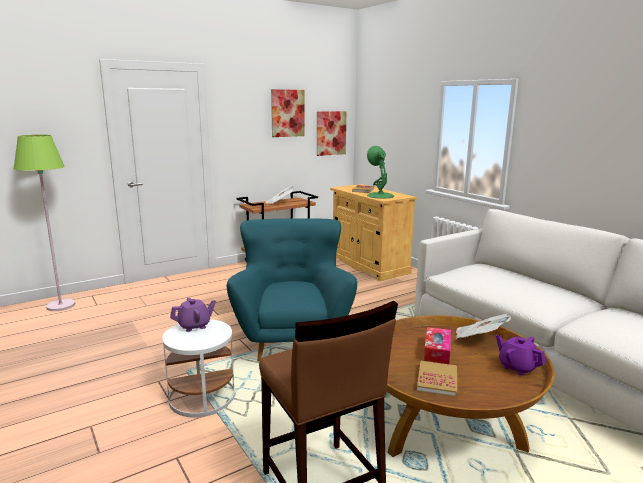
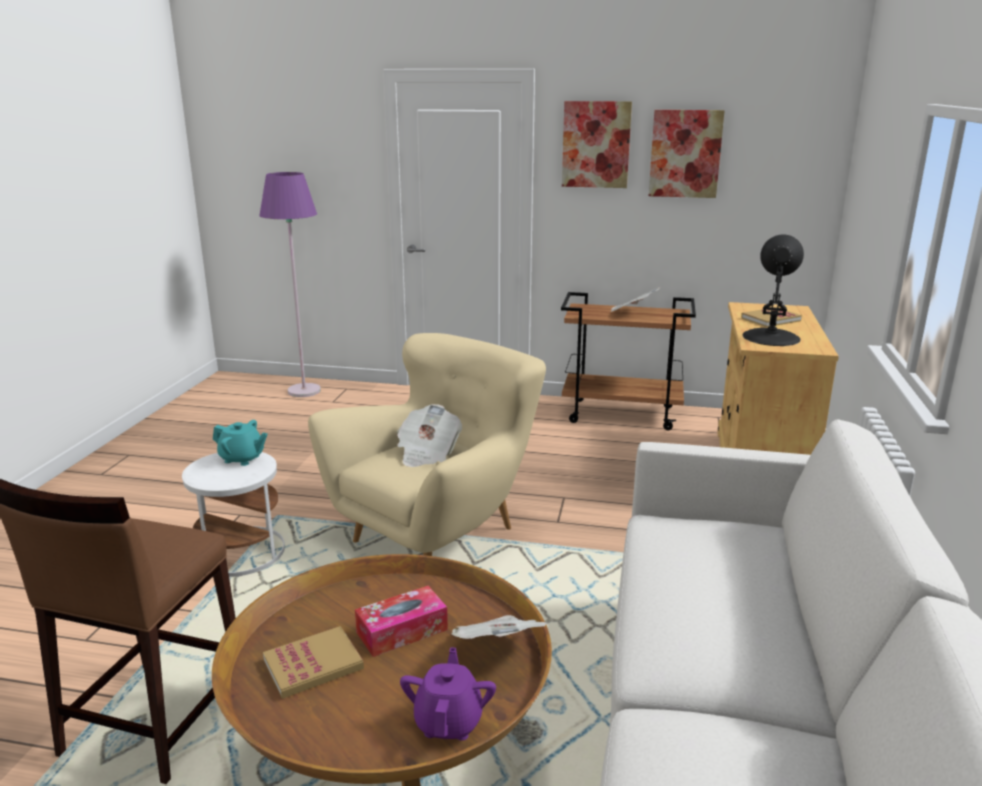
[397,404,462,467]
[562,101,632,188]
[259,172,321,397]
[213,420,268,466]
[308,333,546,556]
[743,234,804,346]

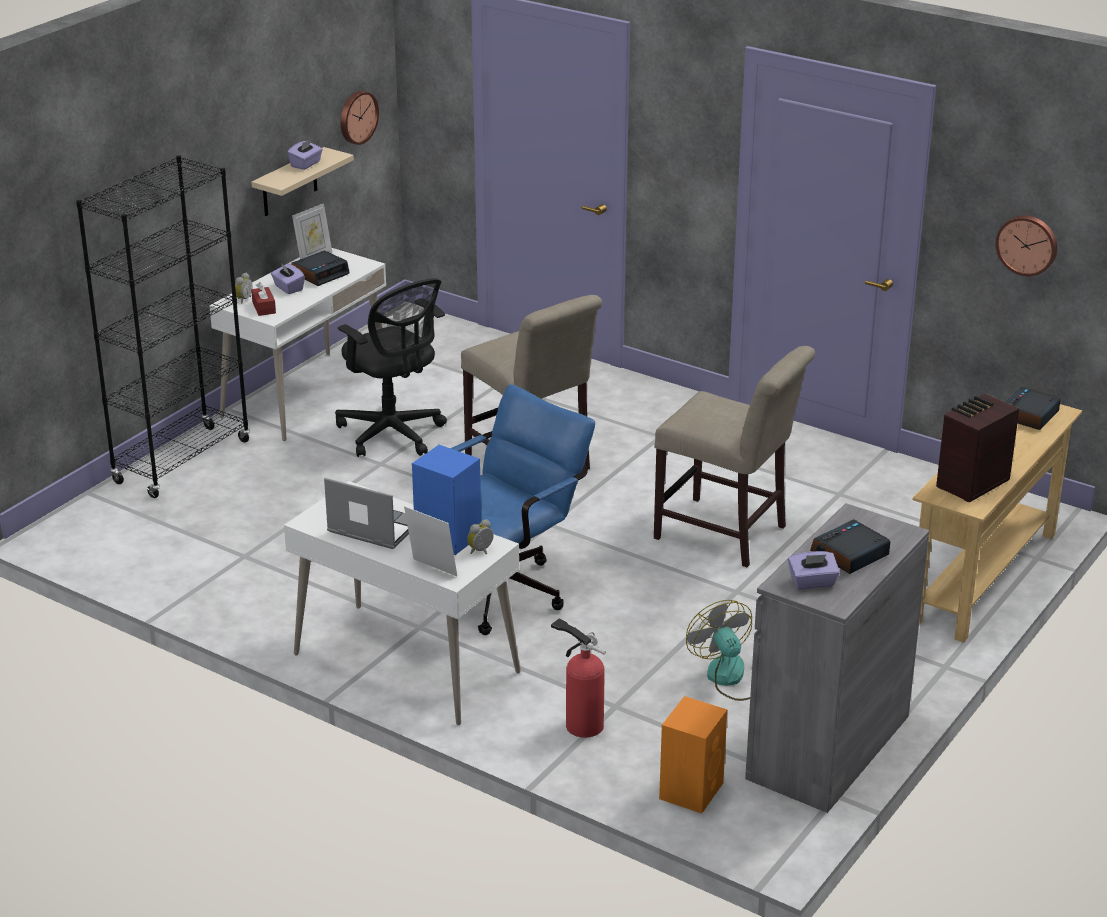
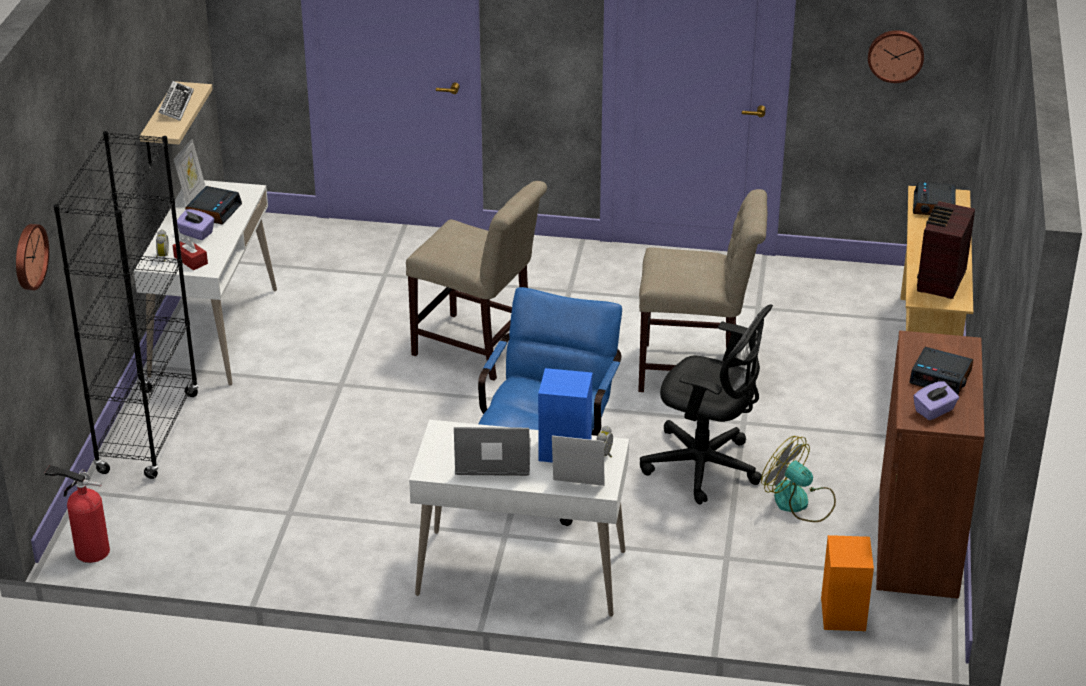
[640,304,773,505]
[16,224,49,290]
[45,465,110,563]
[158,81,194,121]
[876,330,985,599]
[909,347,973,395]

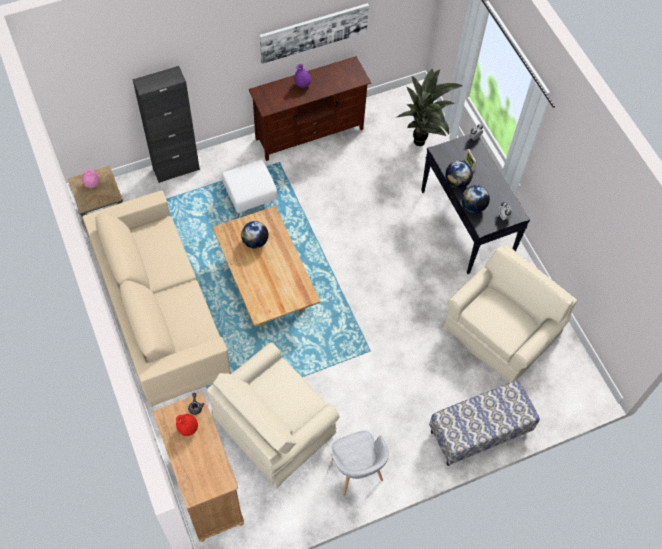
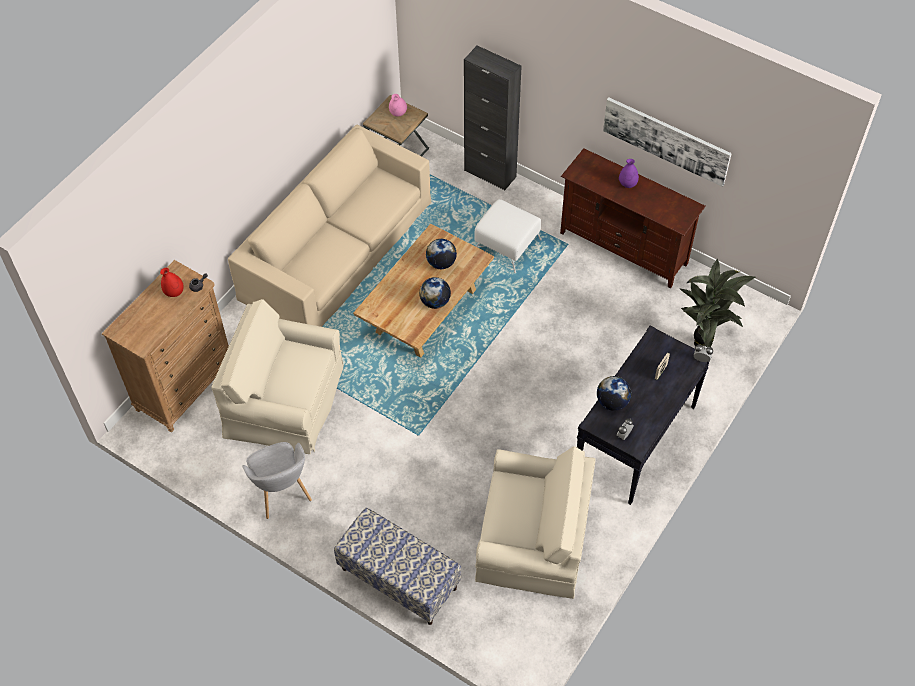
[419,277,451,309]
[242,442,312,519]

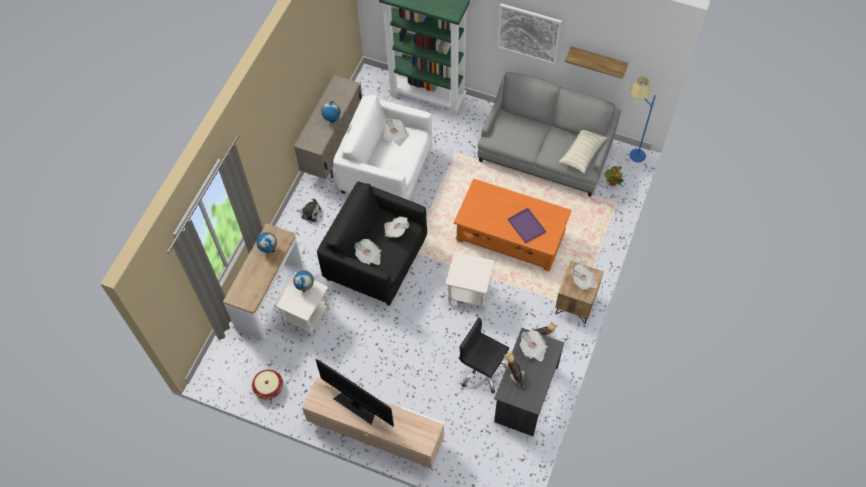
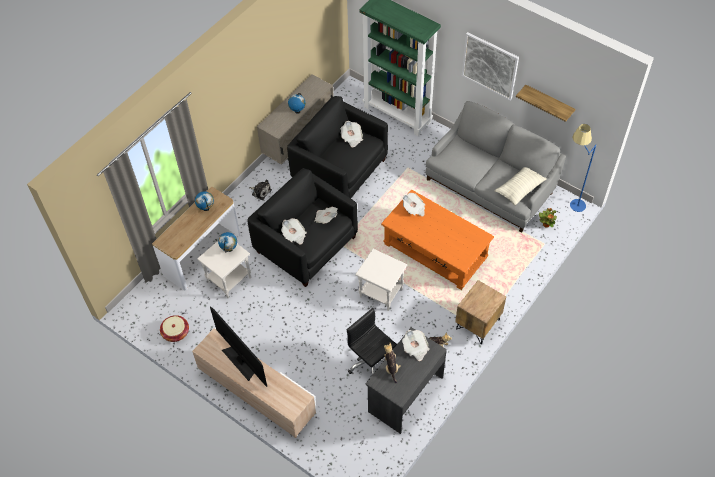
[508,208,546,243] (first image)
[402,193,425,216]
[287,96,388,198]

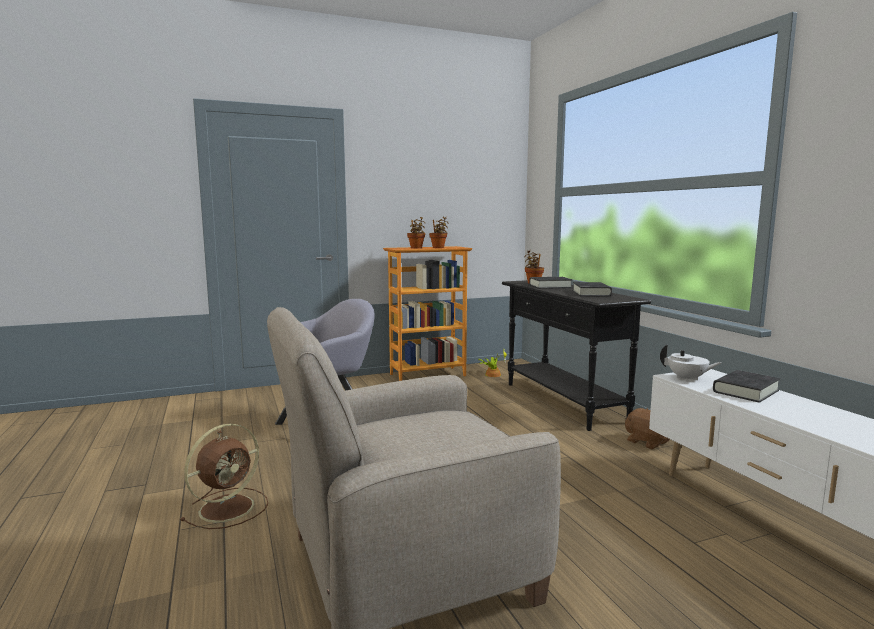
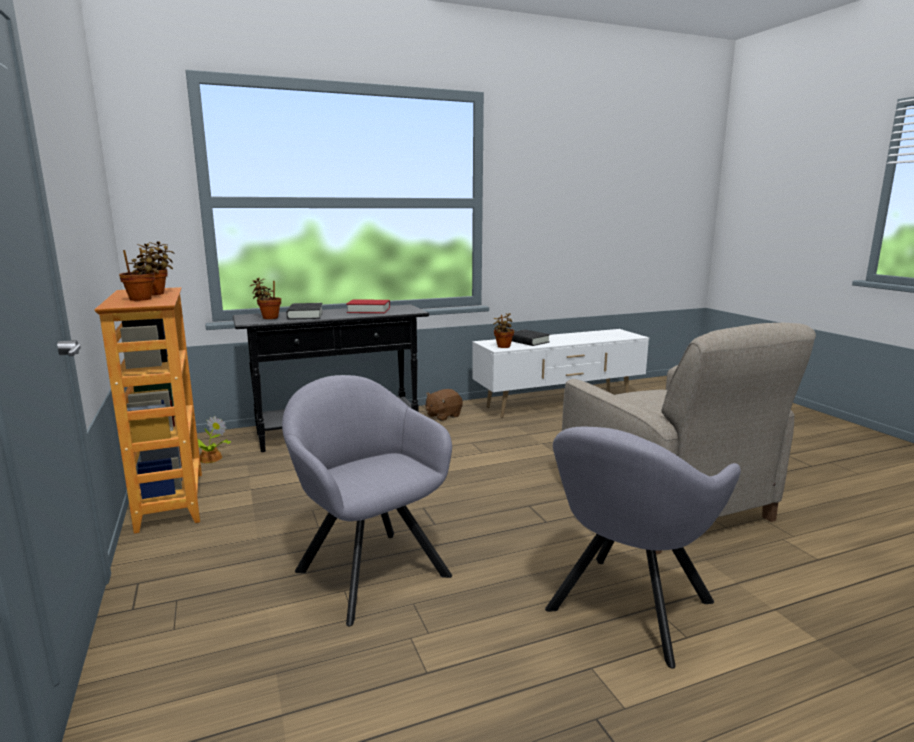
[545,427,741,669]
[493,313,514,348]
[346,299,390,313]

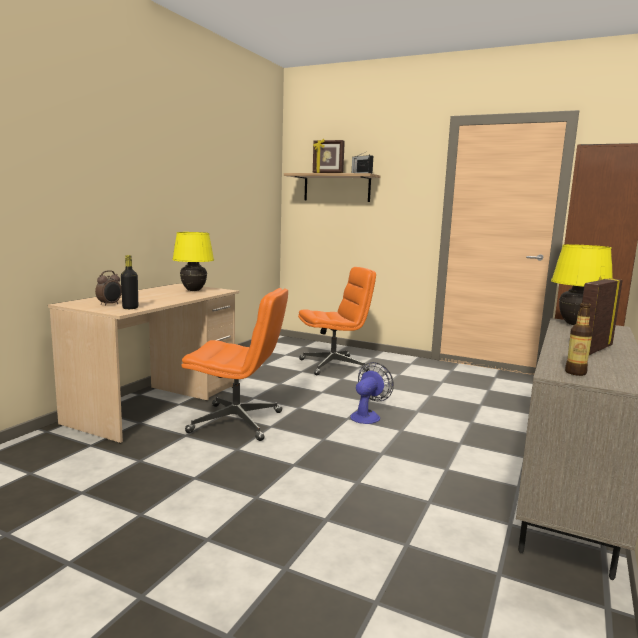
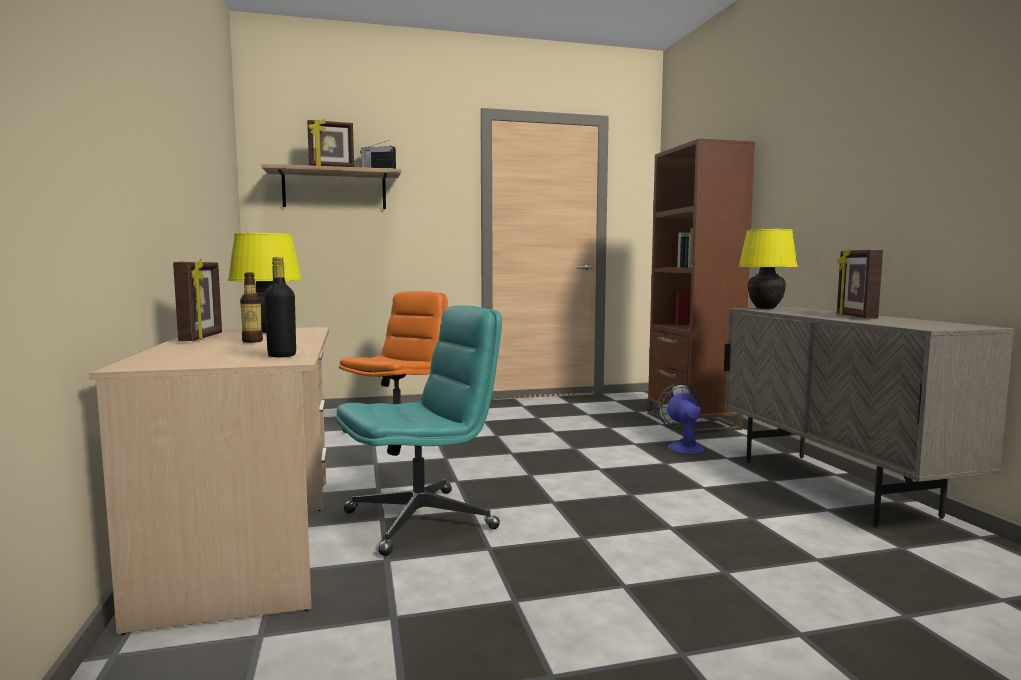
[95,270,122,306] (first image)
[173,259,222,341]
[657,383,704,454]
[240,272,263,343]
[336,305,502,556]

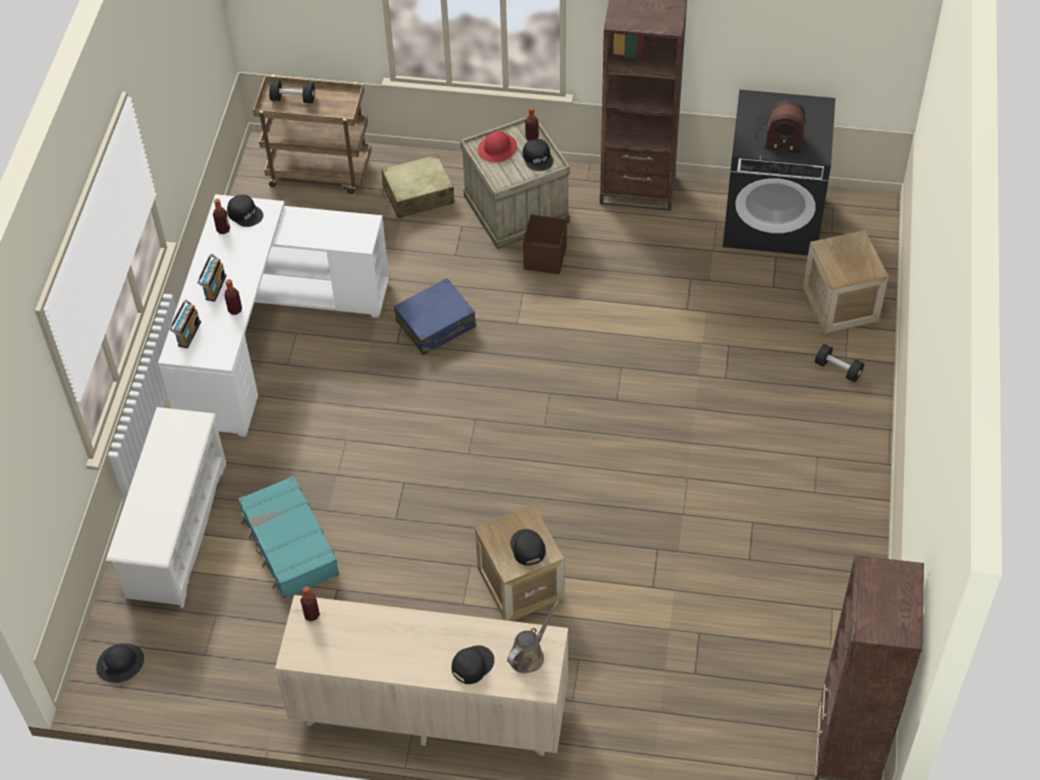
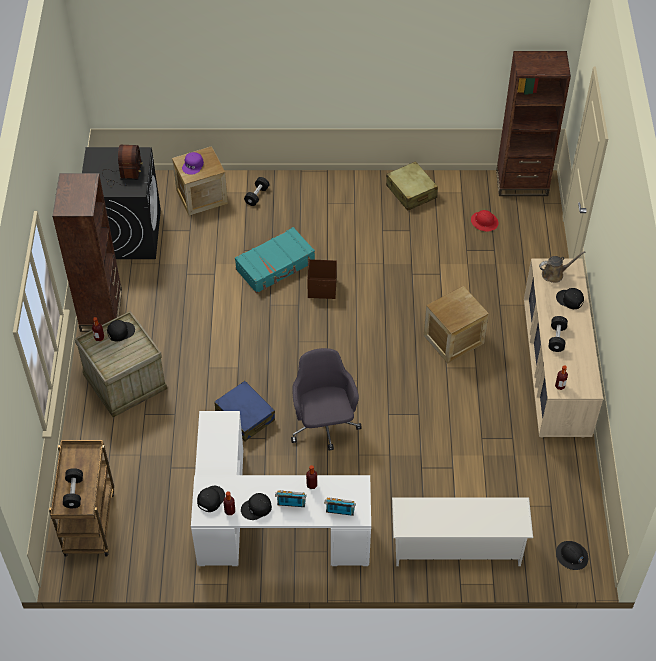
[182,152,204,175]
[291,348,362,451]
[549,316,568,352]
[235,227,315,293]
[386,161,438,211]
[471,210,499,231]
[241,493,272,520]
[307,259,337,299]
[539,251,586,283]

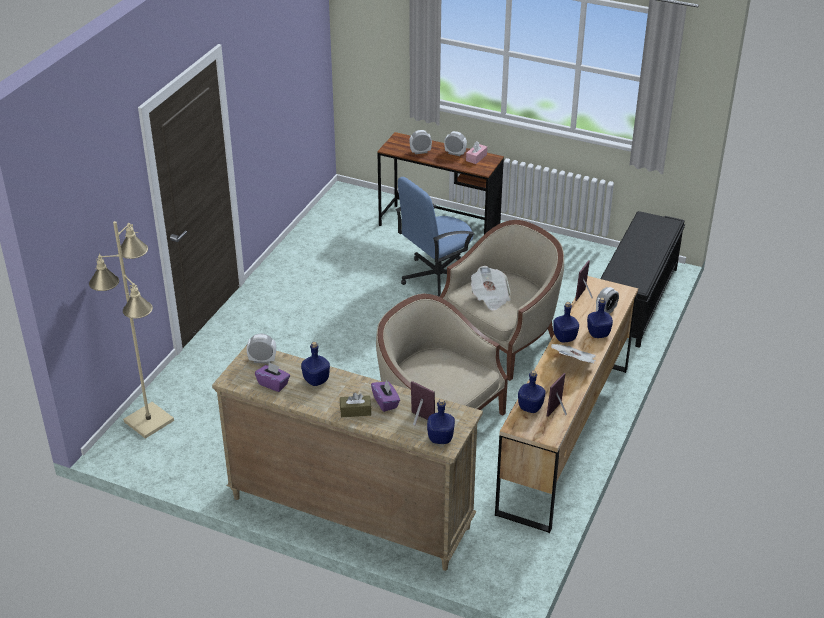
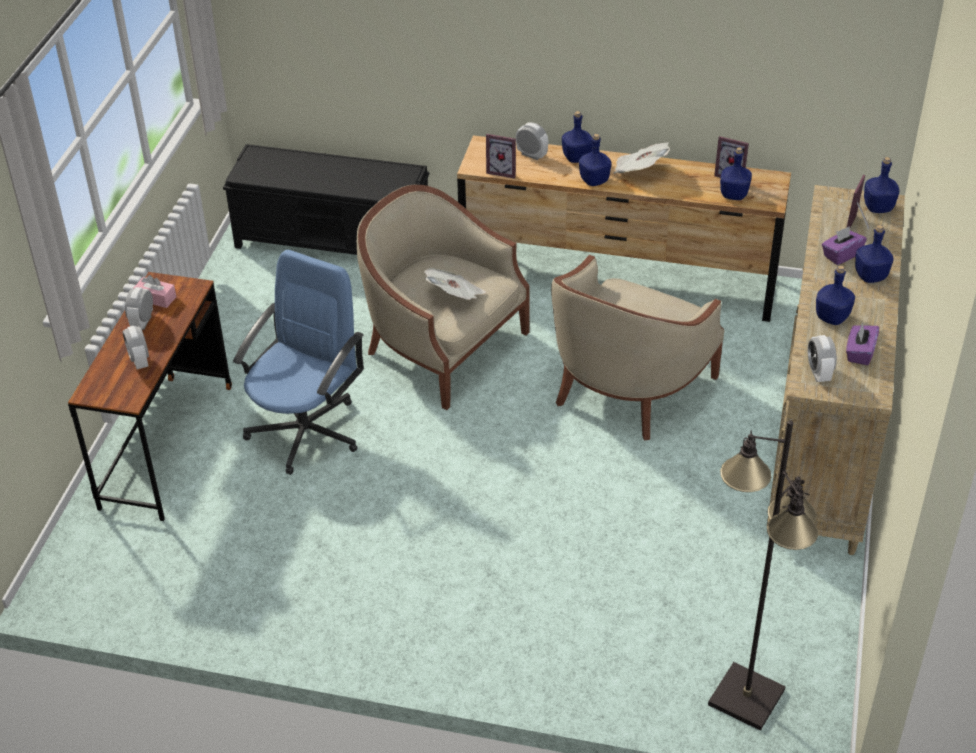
[855,225,893,283]
[708,420,818,731]
[233,250,364,475]

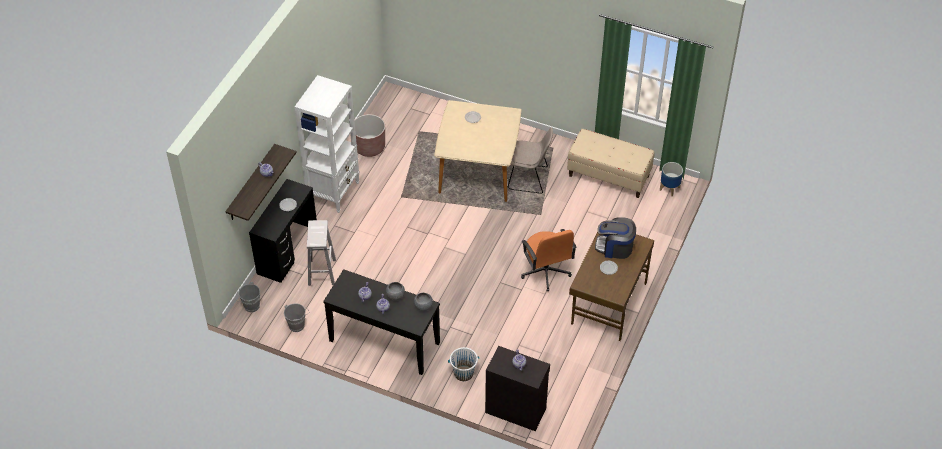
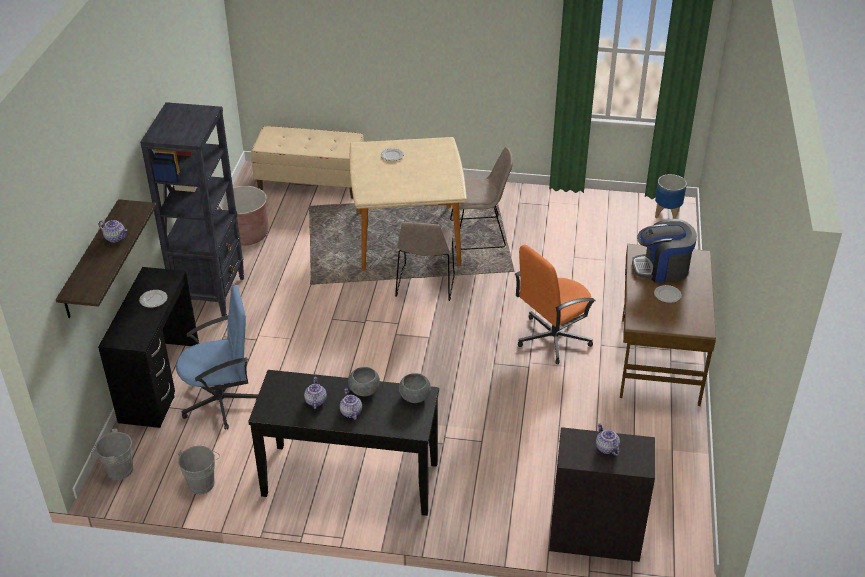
[448,347,479,381] (first image)
[395,222,455,301]
[251,126,364,199]
[176,285,258,430]
[140,102,244,317]
[515,245,596,364]

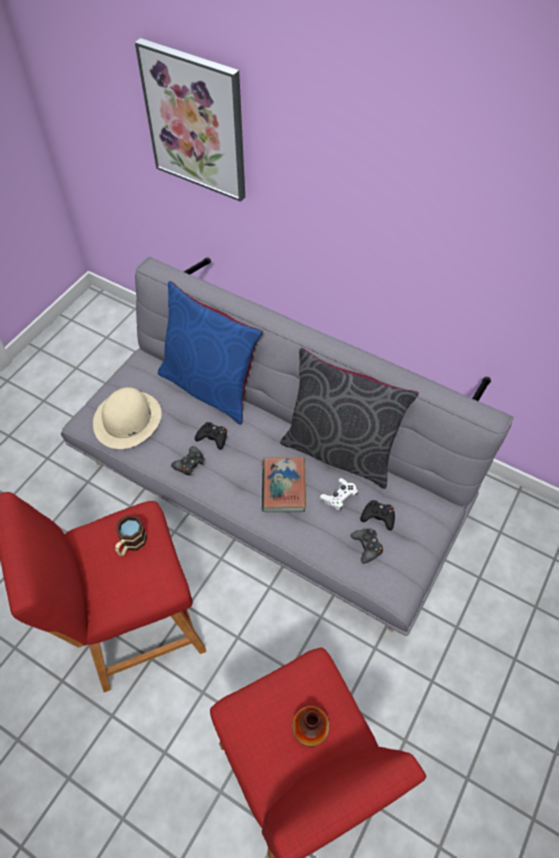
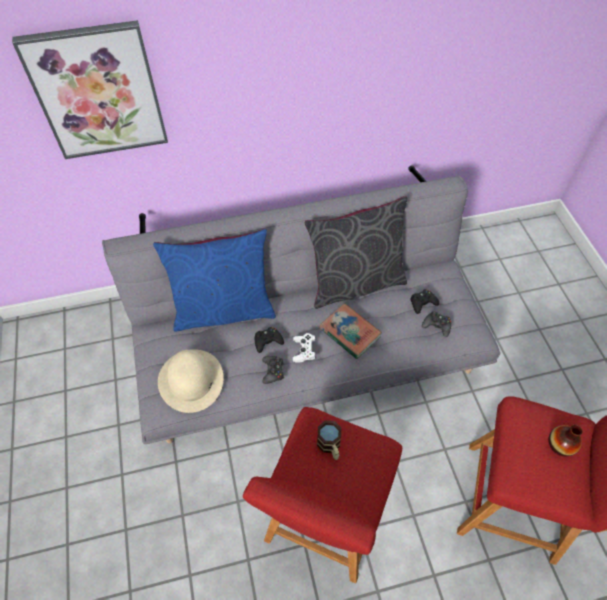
[293,333,316,362]

